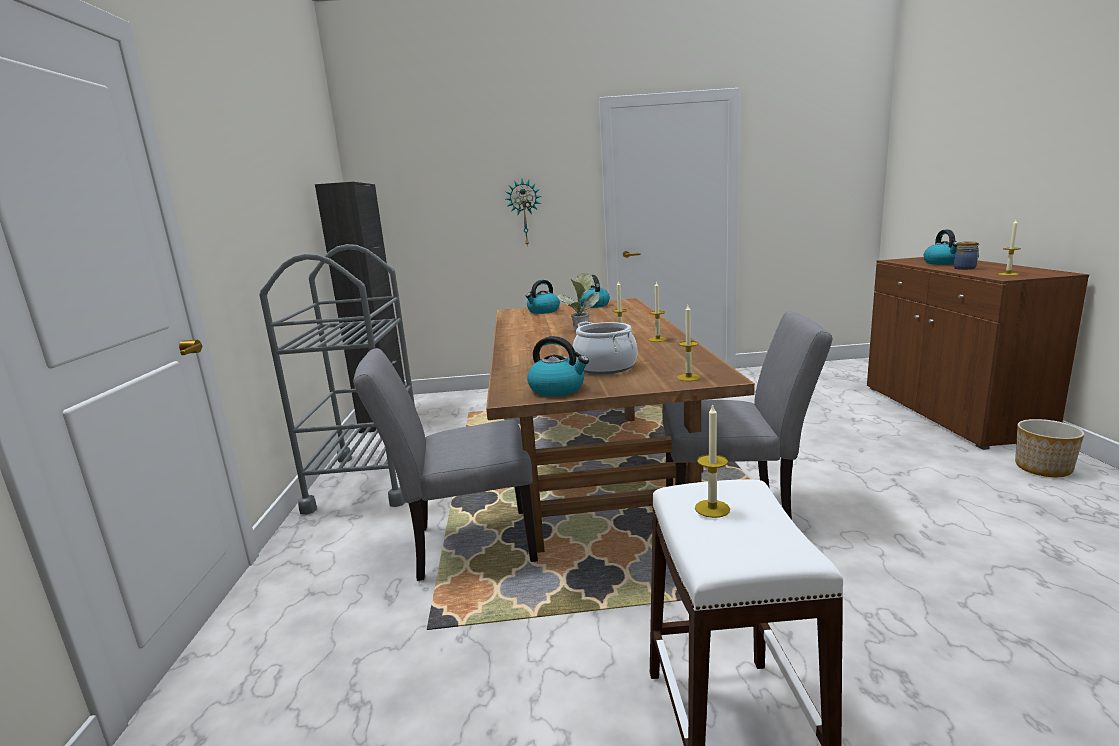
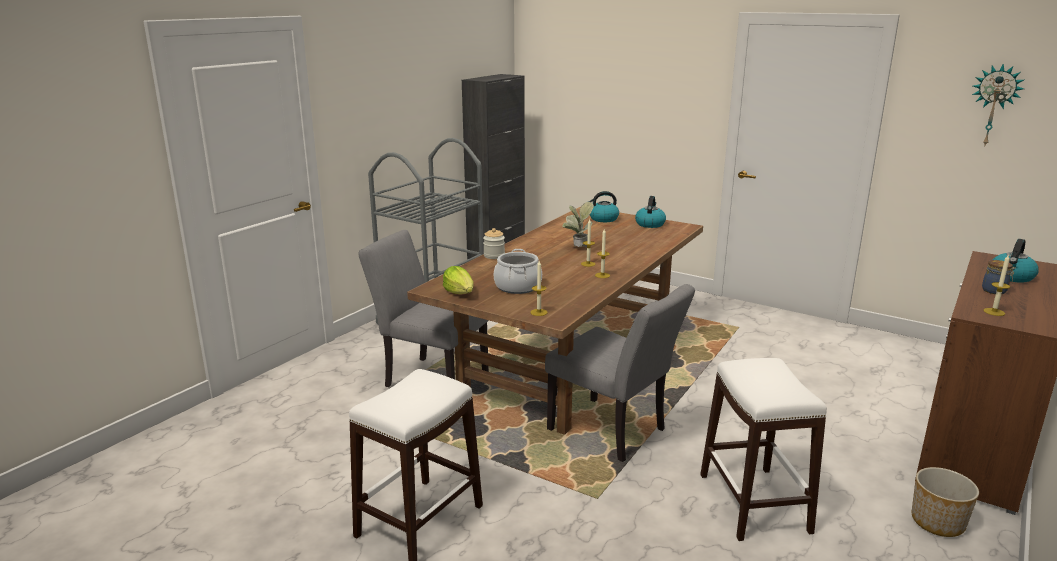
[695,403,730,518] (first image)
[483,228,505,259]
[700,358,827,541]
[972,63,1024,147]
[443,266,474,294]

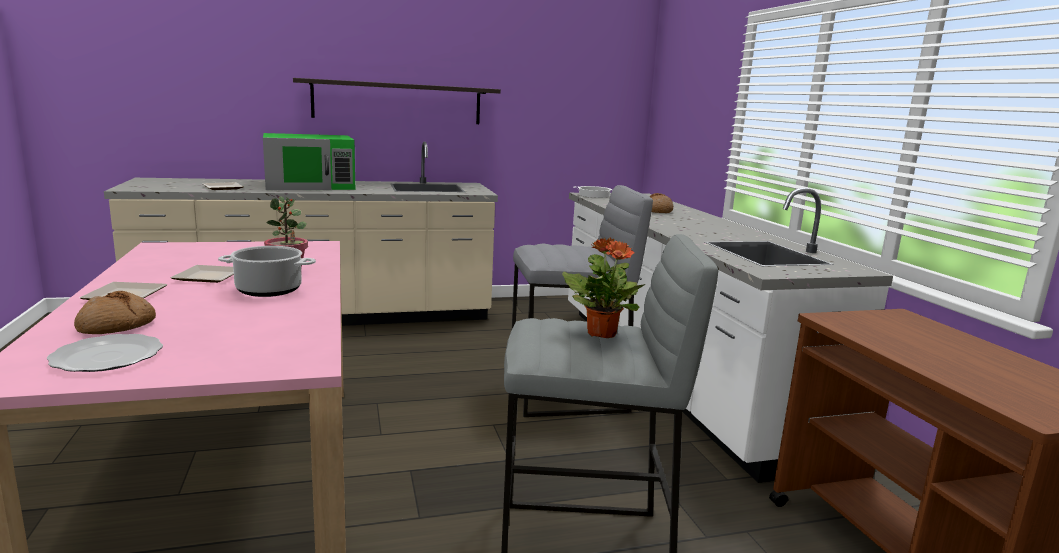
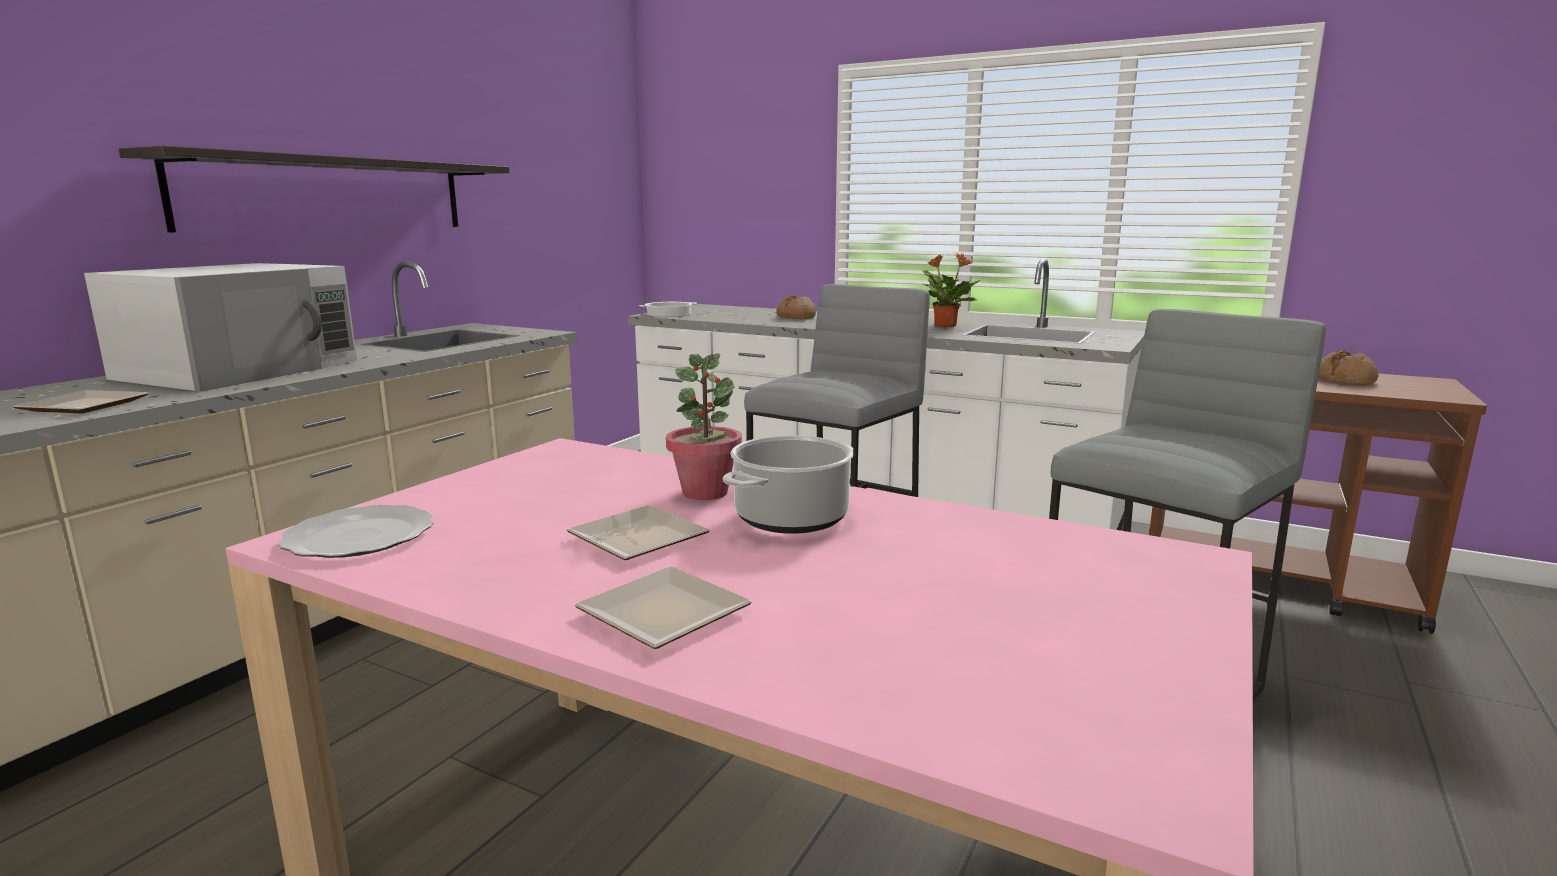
[278,505,433,558]
[1318,351,1379,385]
[923,253,980,327]
[84,263,357,392]

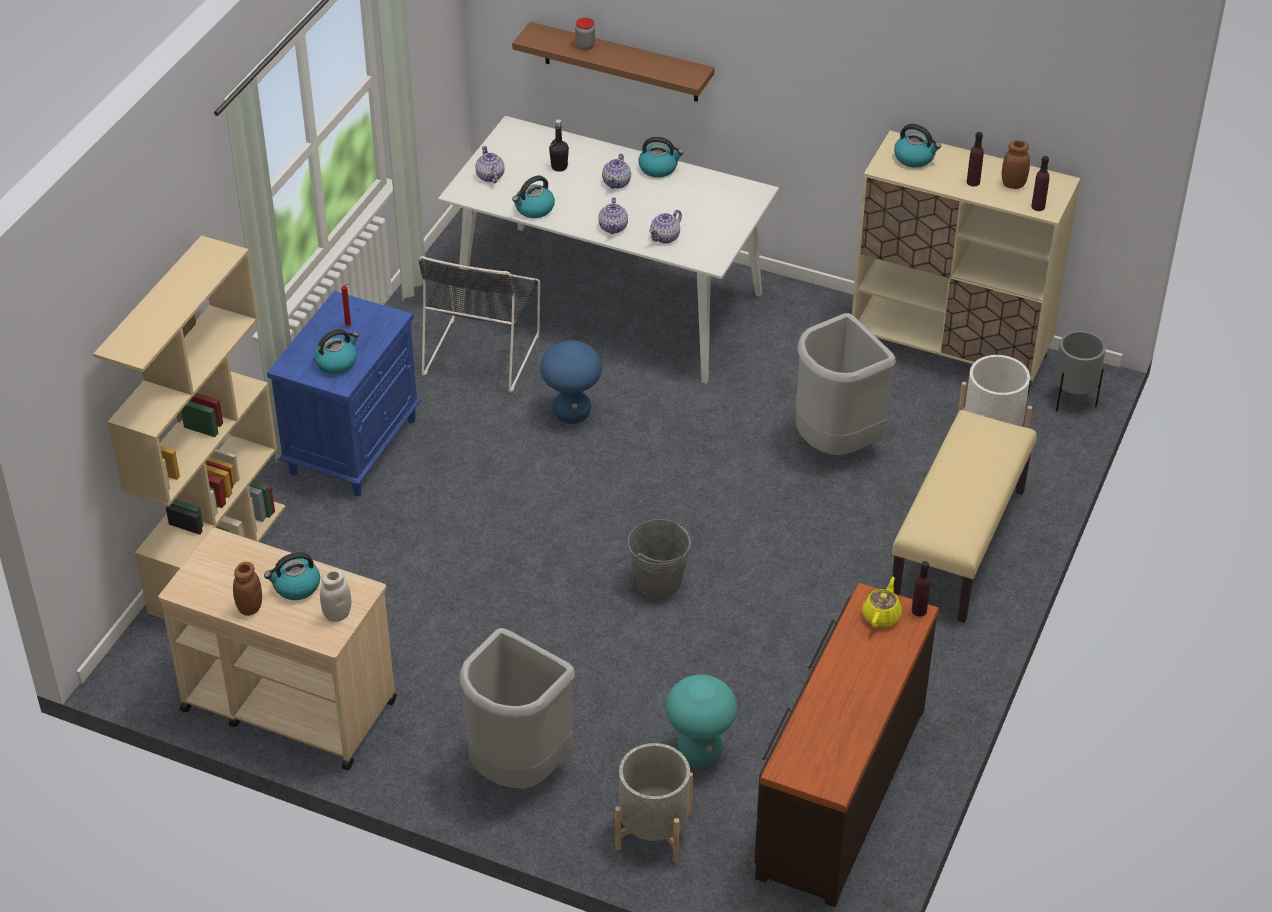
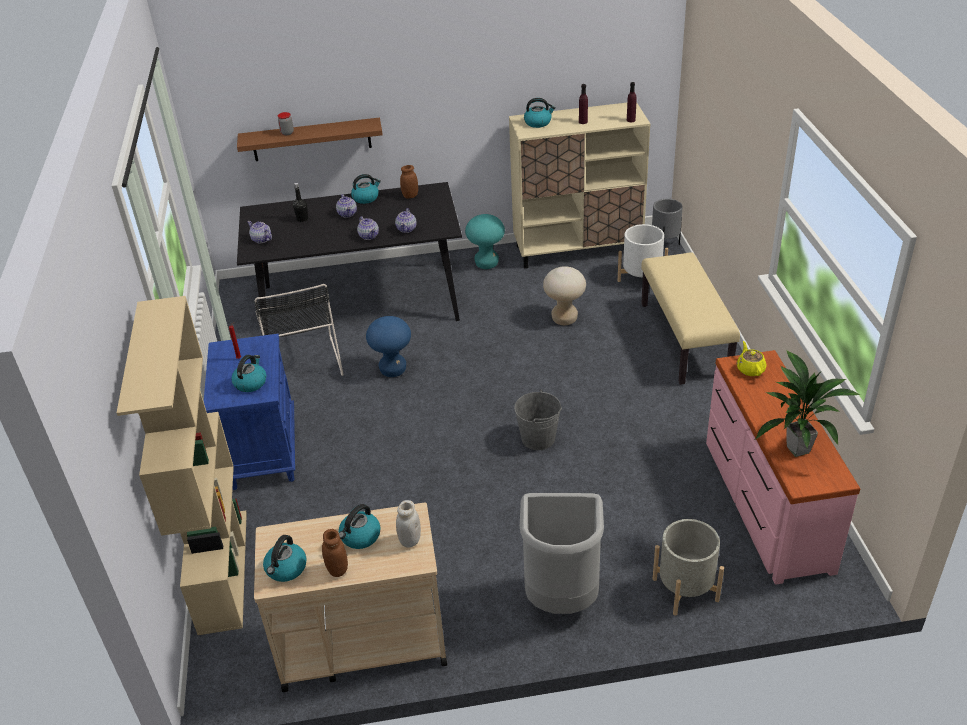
[912,561,930,617] (first image)
[755,350,861,457]
[263,535,307,582]
[465,214,505,269]
[400,165,418,199]
[543,266,586,325]
[237,182,462,335]
[706,350,860,585]

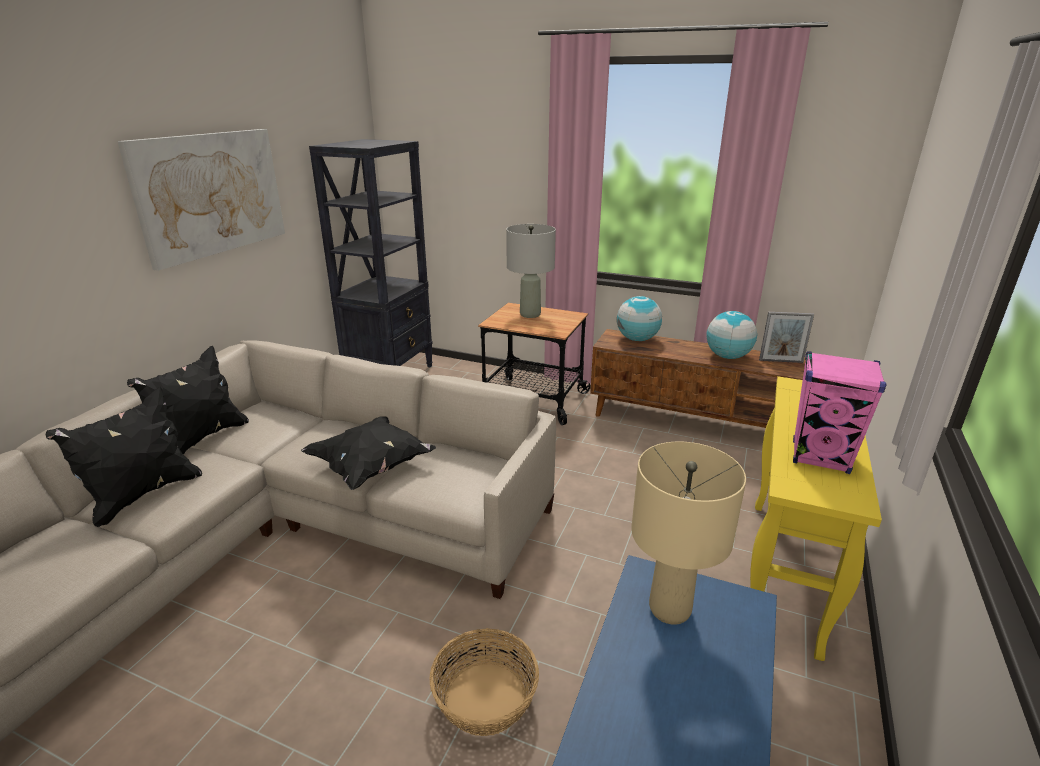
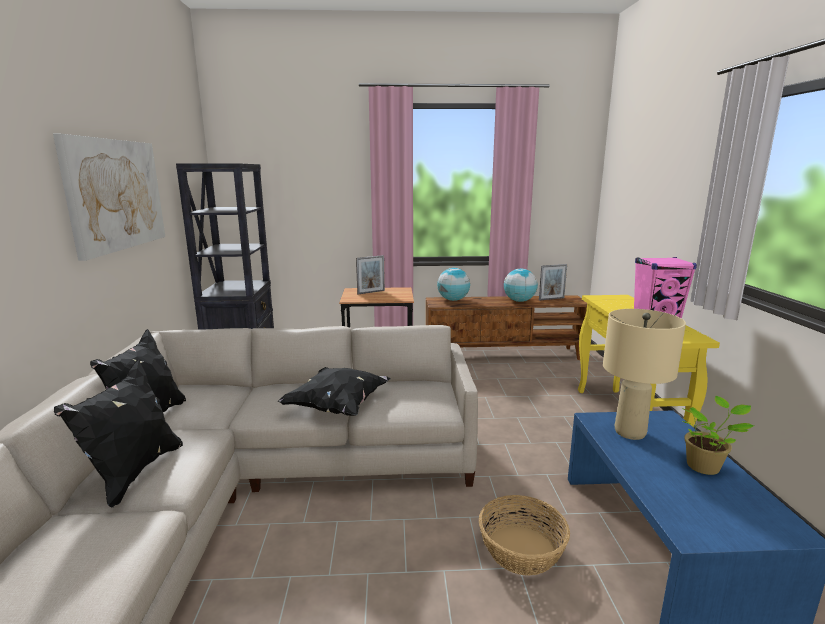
[682,396,754,475]
[356,255,385,294]

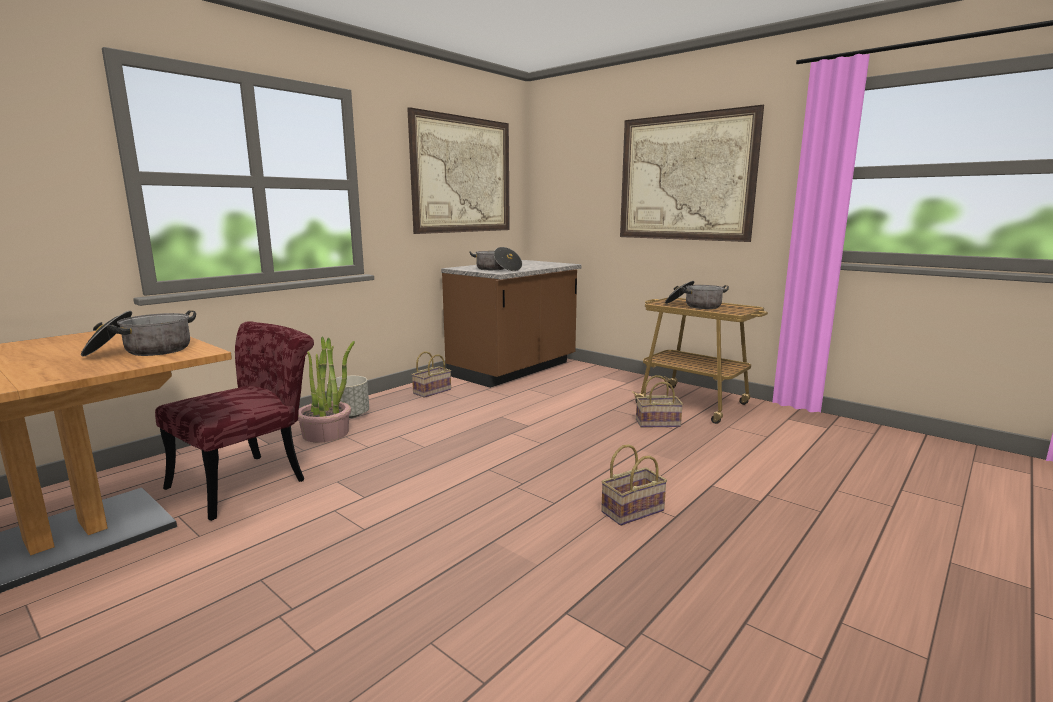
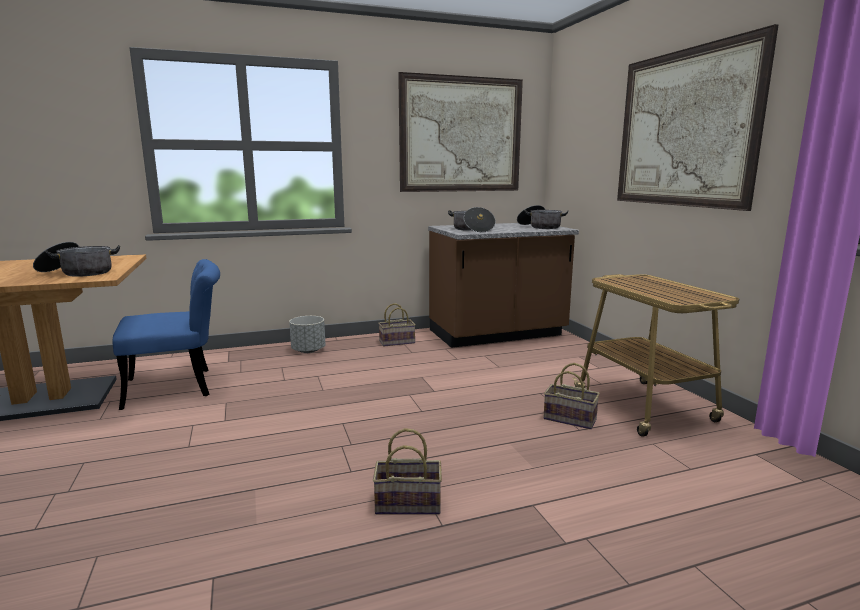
[298,337,355,442] (first image)
[517,205,569,229]
[113,259,220,410]

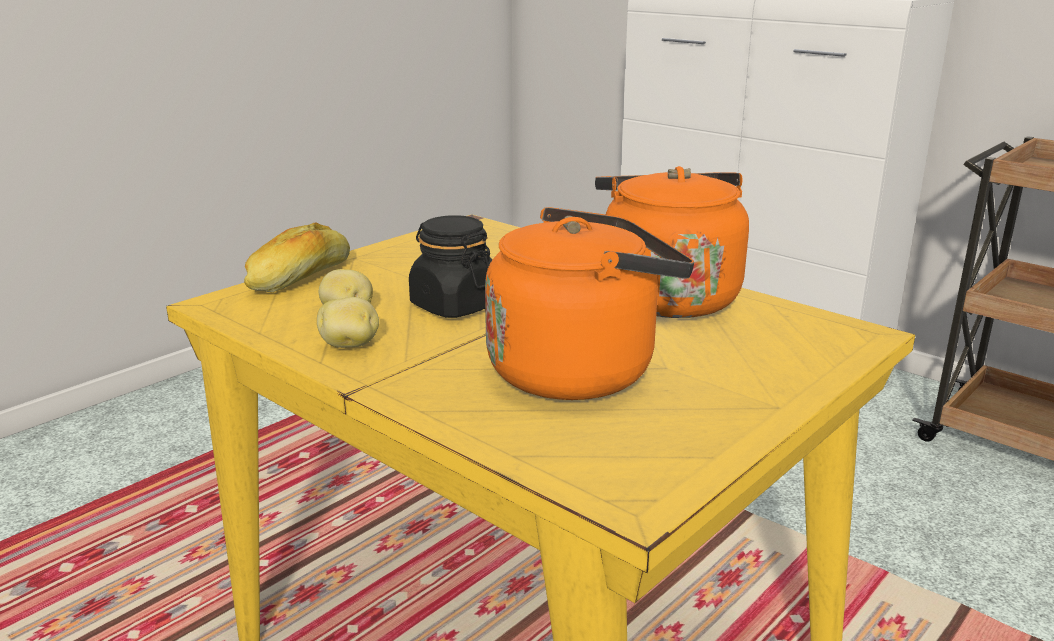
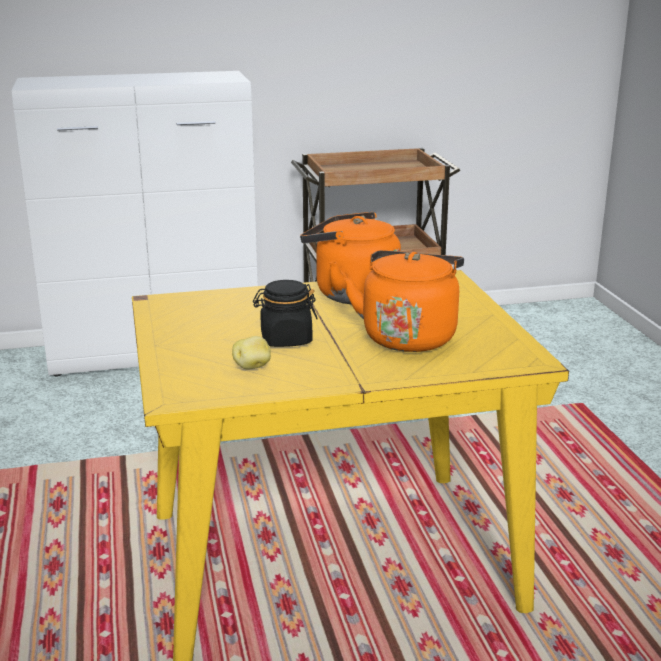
[244,222,350,292] (first image)
[317,297,379,348] (first image)

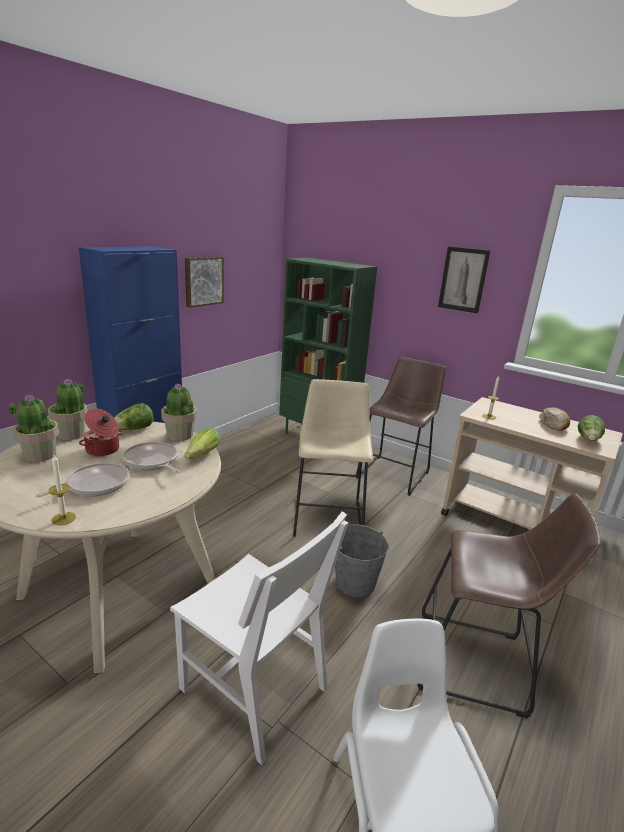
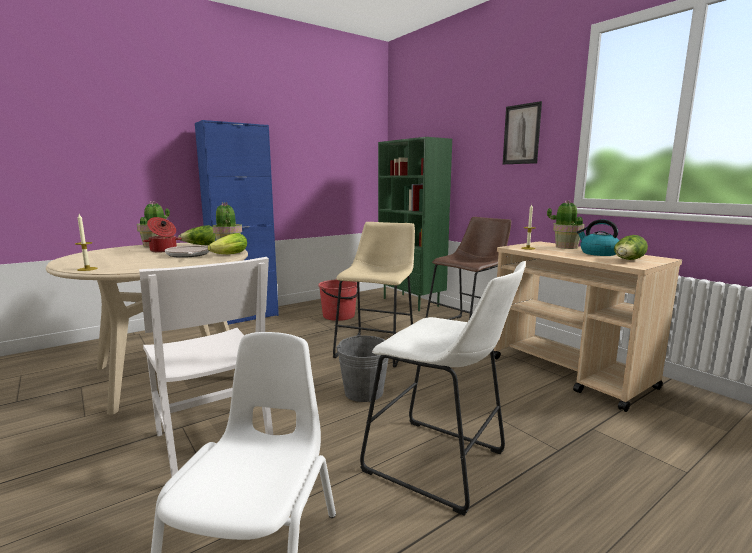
[36,463,130,497] (first image)
[185,257,224,308] (first image)
[318,279,360,321]
[547,200,585,249]
[577,219,619,256]
[360,261,526,516]

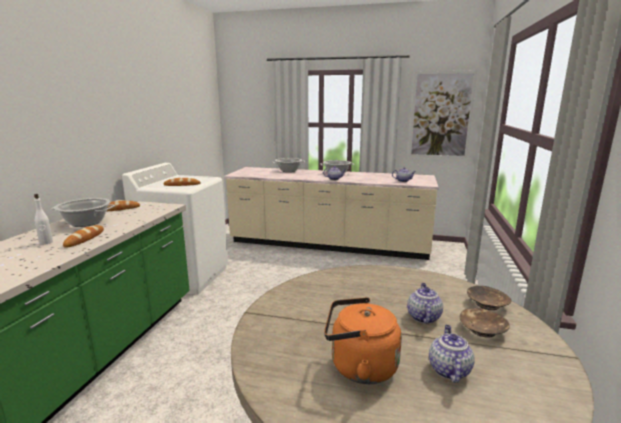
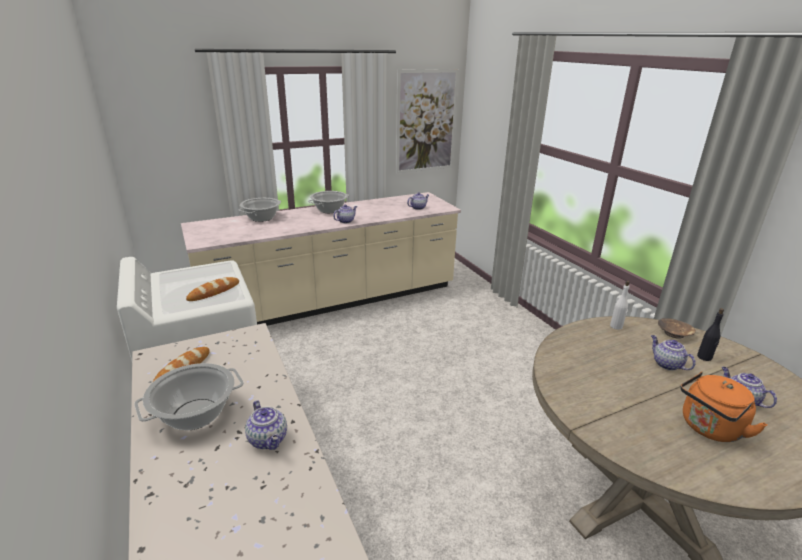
[610,281,630,330]
[245,400,287,450]
[697,308,724,361]

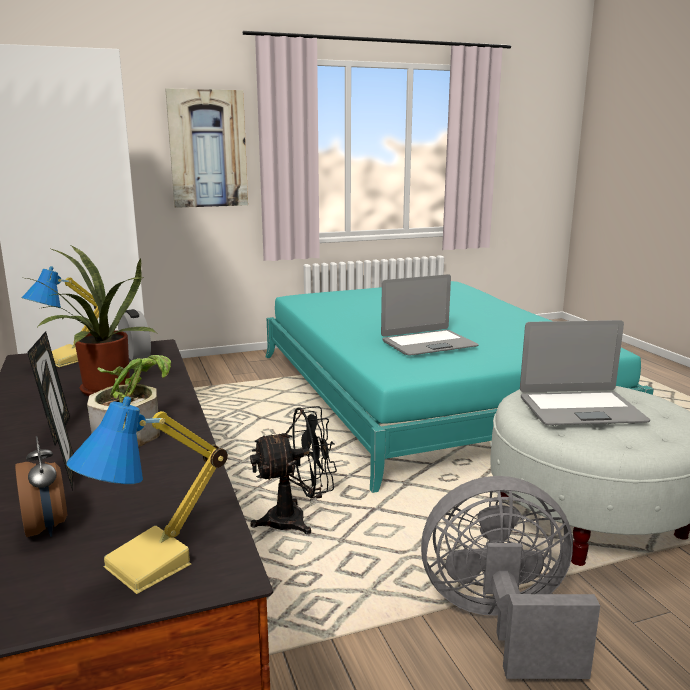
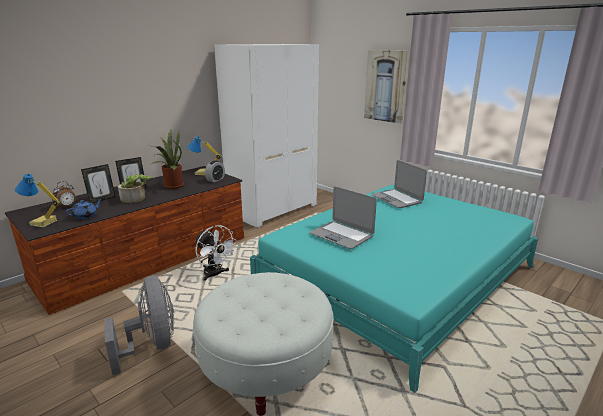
[66,199,102,219]
[371,160,427,208]
[195,225,237,281]

